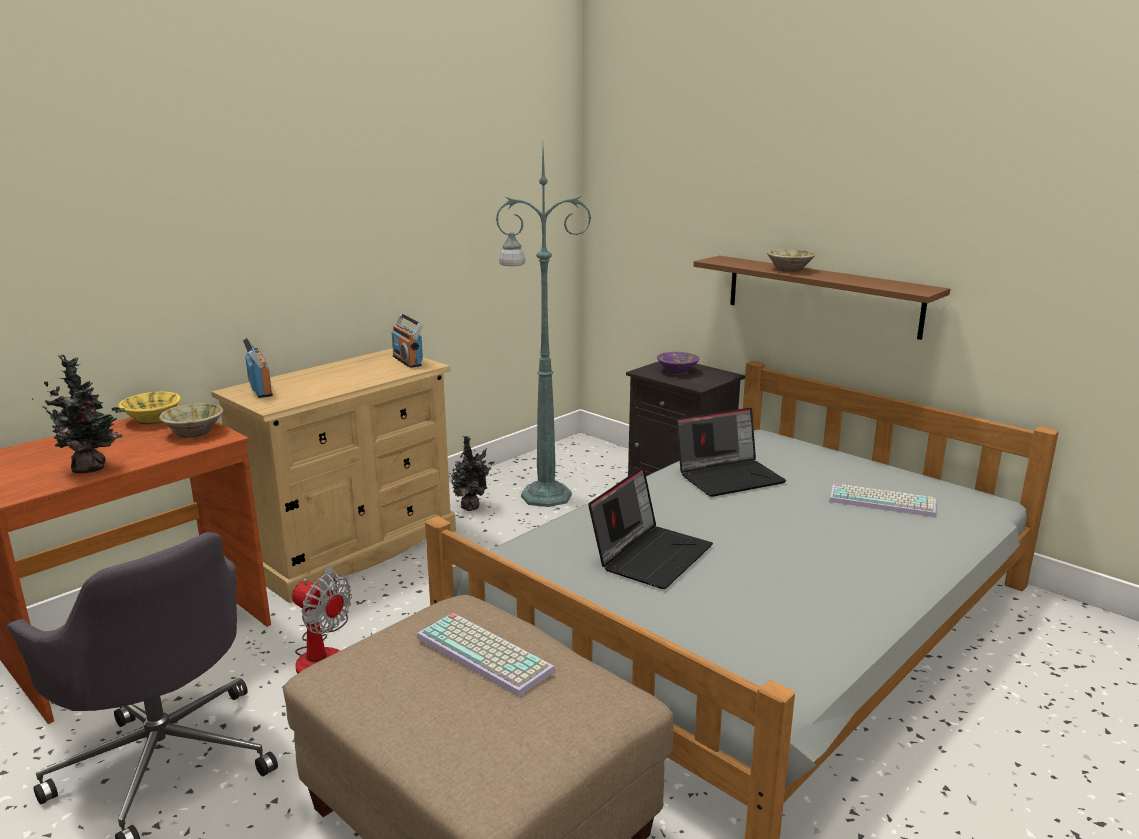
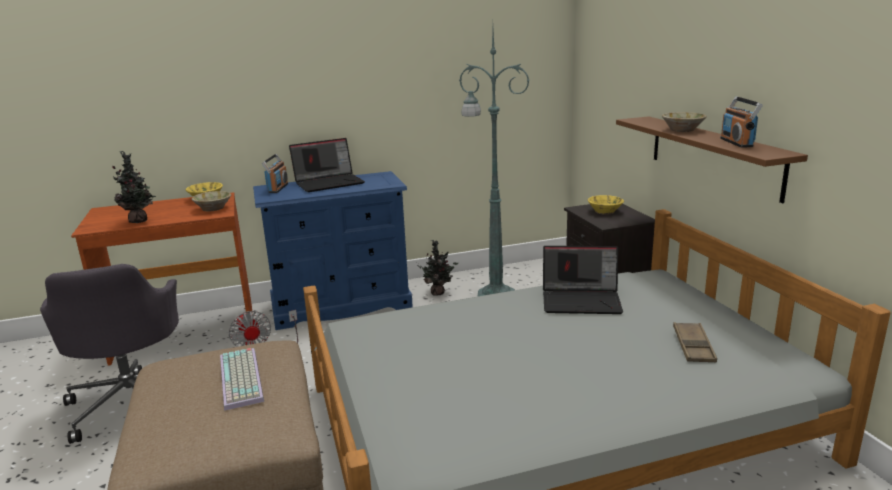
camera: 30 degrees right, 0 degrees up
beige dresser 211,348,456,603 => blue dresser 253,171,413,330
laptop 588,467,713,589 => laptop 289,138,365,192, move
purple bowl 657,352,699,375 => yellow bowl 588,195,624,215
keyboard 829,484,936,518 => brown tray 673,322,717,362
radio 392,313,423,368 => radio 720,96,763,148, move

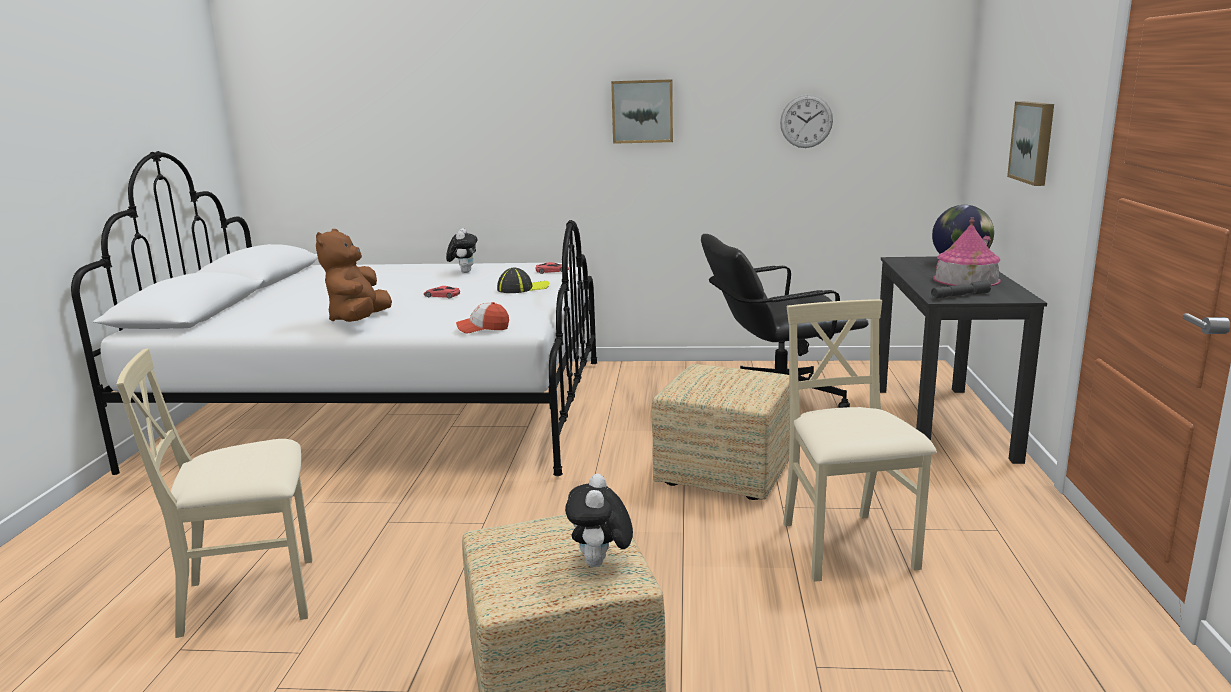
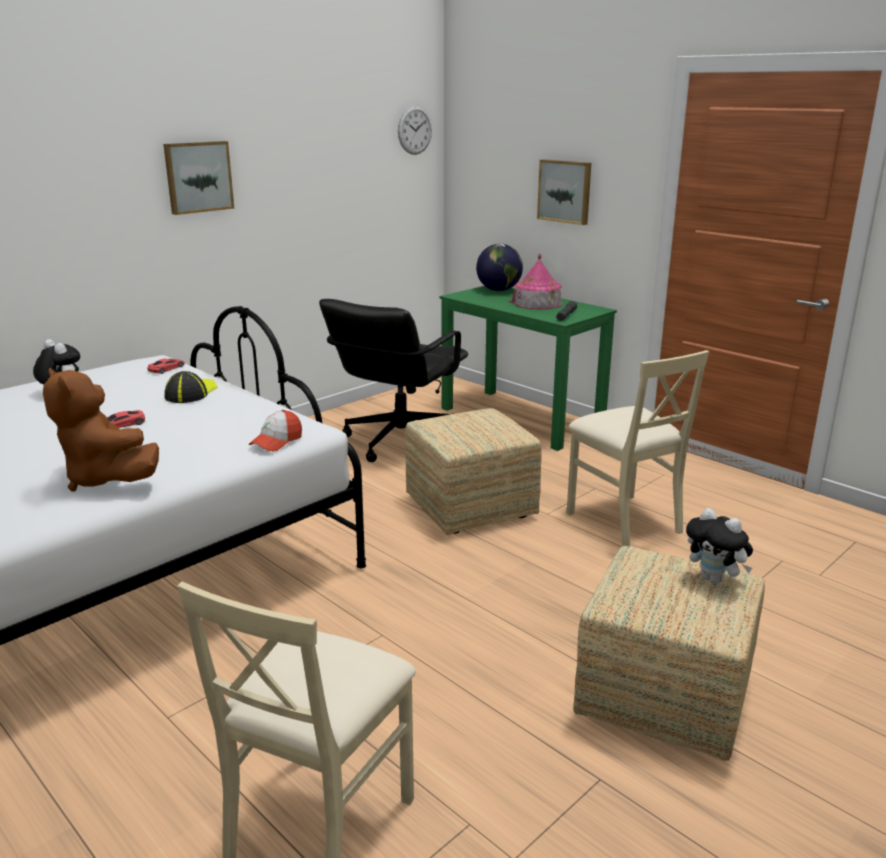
camera: 50 degrees left, 5 degrees up
wall clock 780,95,833,148 => wall clock 398,106,432,155, move
black desk 879,256,1047,464 => green desk 440,286,617,451
beige chair 783,299,937,582 => beige chair 567,350,709,546, 150 degrees counterclockwise

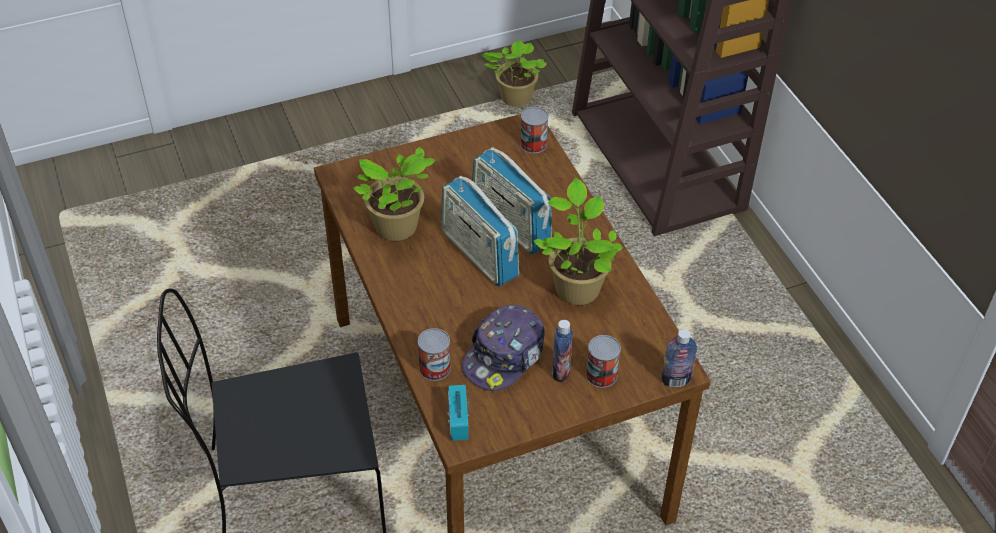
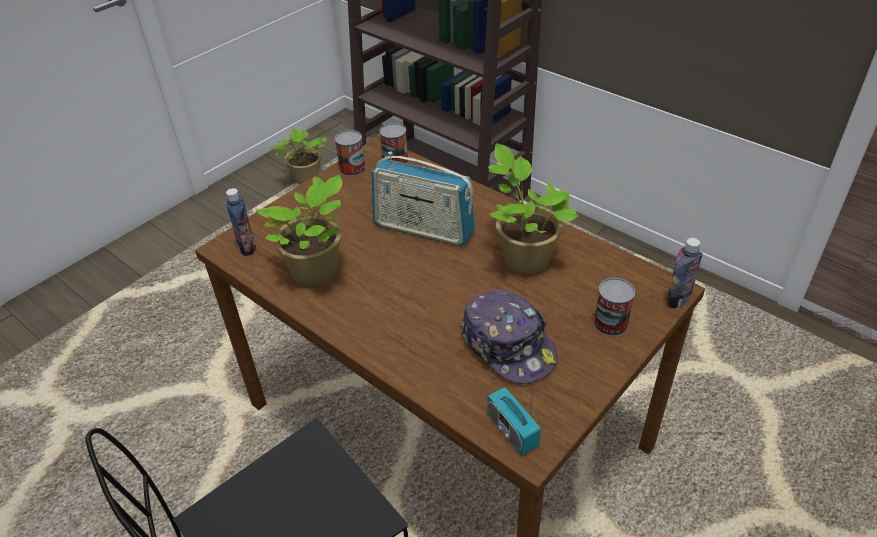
camera: 25 degrees left, 5 degrees down
bottle 552,320,573,382 => bottle 226,188,256,256, move
can 418,328,451,381 => can 335,130,366,177, move
cap 462,304,545,391 => cap 460,289,558,384, 45 degrees counterclockwise
radio 441,176,519,286 => nothing

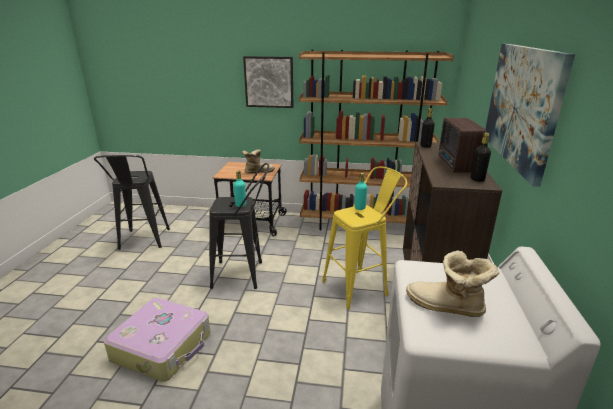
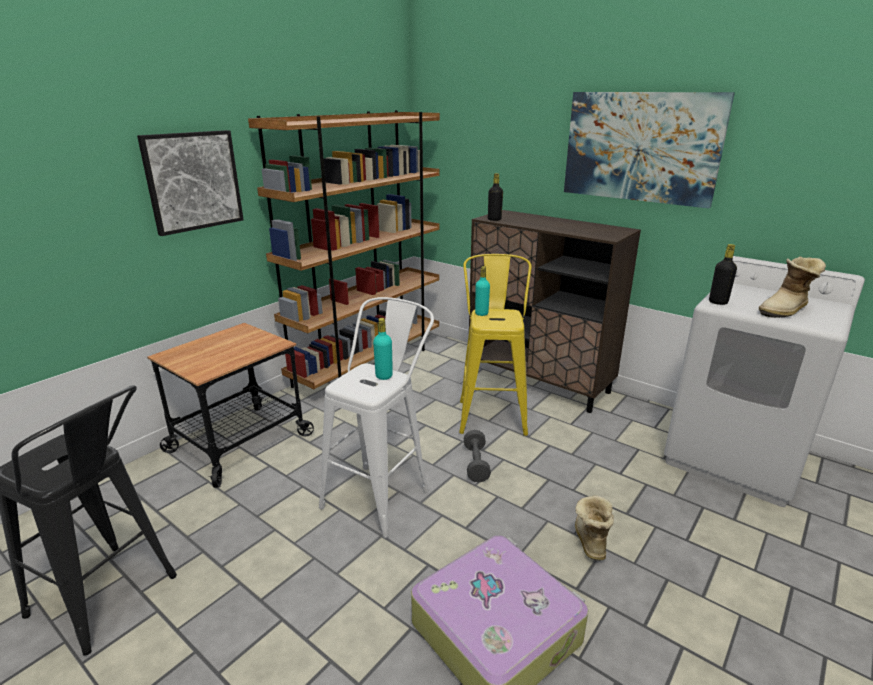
camera: 60 degrees left, 0 degrees up
black stool 209,163,269,289 => white stool 319,297,434,538
nothing => grey dumbbell 464,430,491,482
boot 242,149,275,174 => boot 575,496,614,561, move
black bottle 471,132,491,182 => black bottle 709,244,737,305, move
radio 439,118,486,173 => nothing

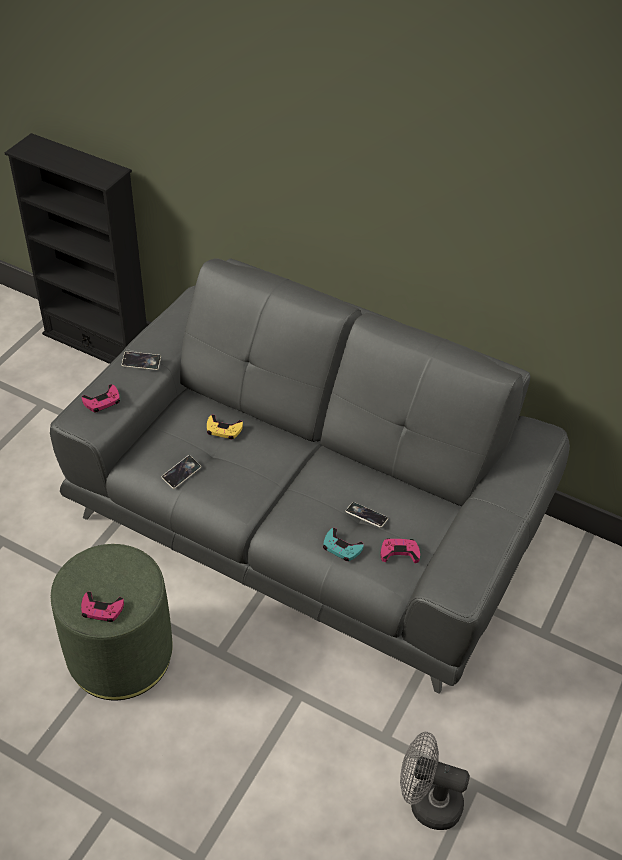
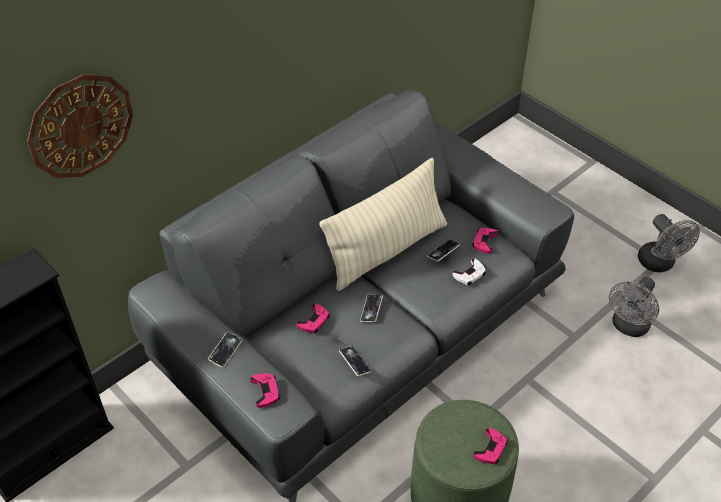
camera: 70 degrees left, 0 degrees up
nothing => wall clock 27,74,133,178
yellow game controller 207,414,243,439 => pink game controller 296,303,330,333
nothing => beige pillow 319,158,447,291
nothing => phone 360,295,383,322
turquoise game controller 323,528,364,561 => white game controller 453,258,486,285
nothing => grey fan 638,214,700,272

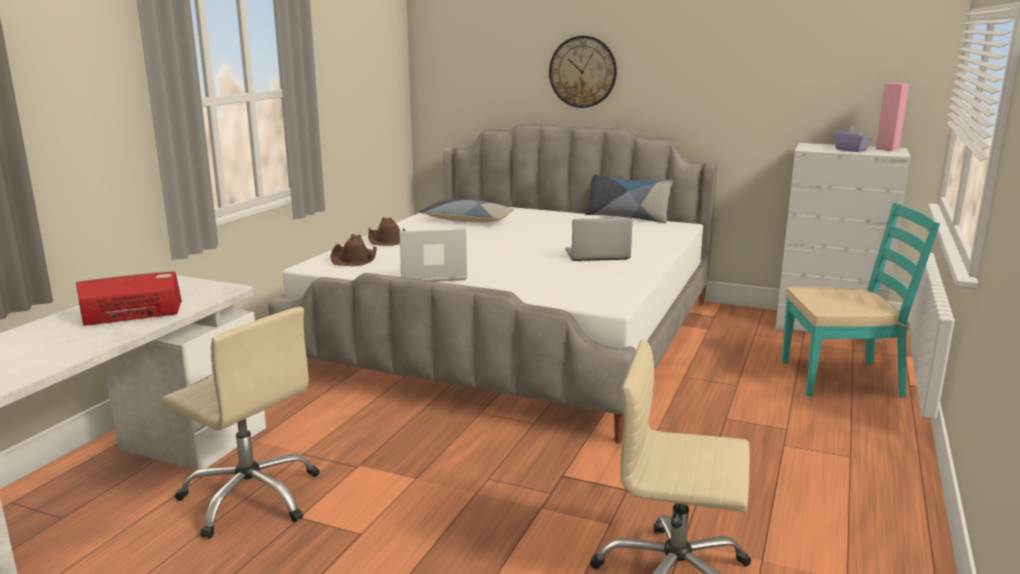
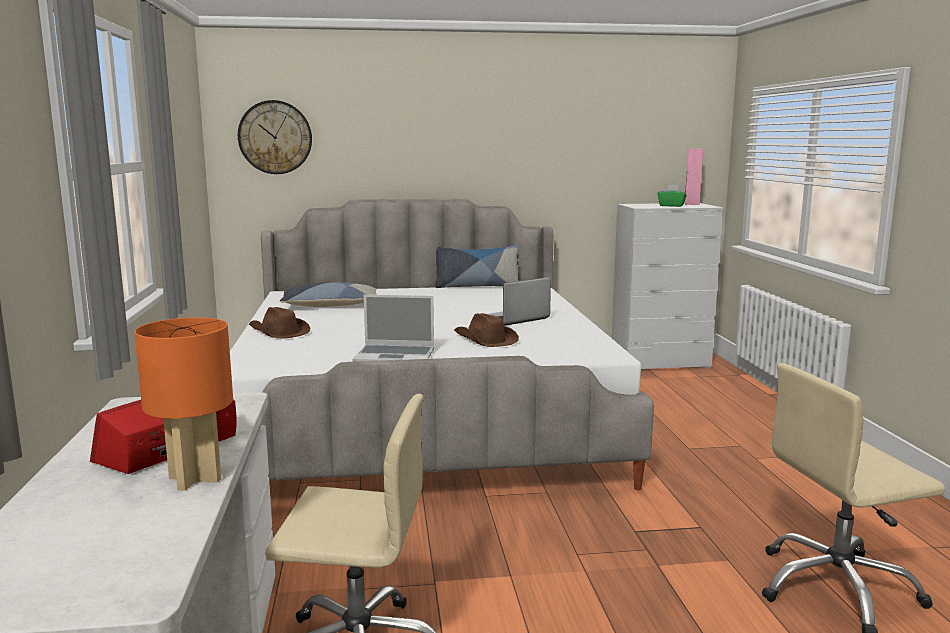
camera: 30 degrees left, 5 degrees down
nothing => orange table lamp 134,317,233,491
wall clock 549,36,617,108 => wall clock 238,100,312,174, move
laptop 399,228,467,282 => laptop 352,294,434,362, 135 degrees counterclockwise
brown hat 330,234,377,266 => brown hat 454,313,519,347, move
purple tissue box 834,125,872,152 => green tissue box 657,185,687,207
turquoise chair 782,203,940,398 => nothing

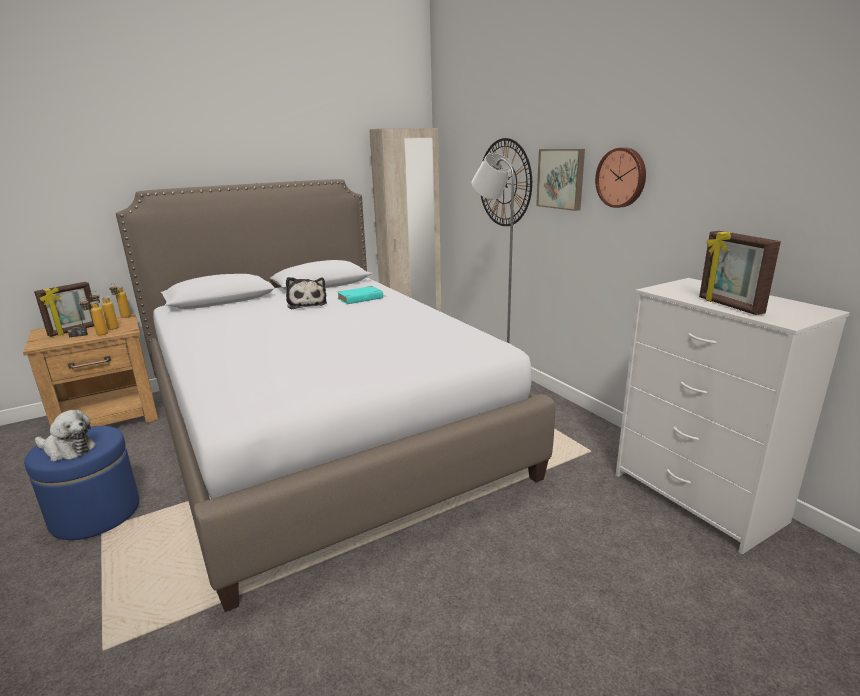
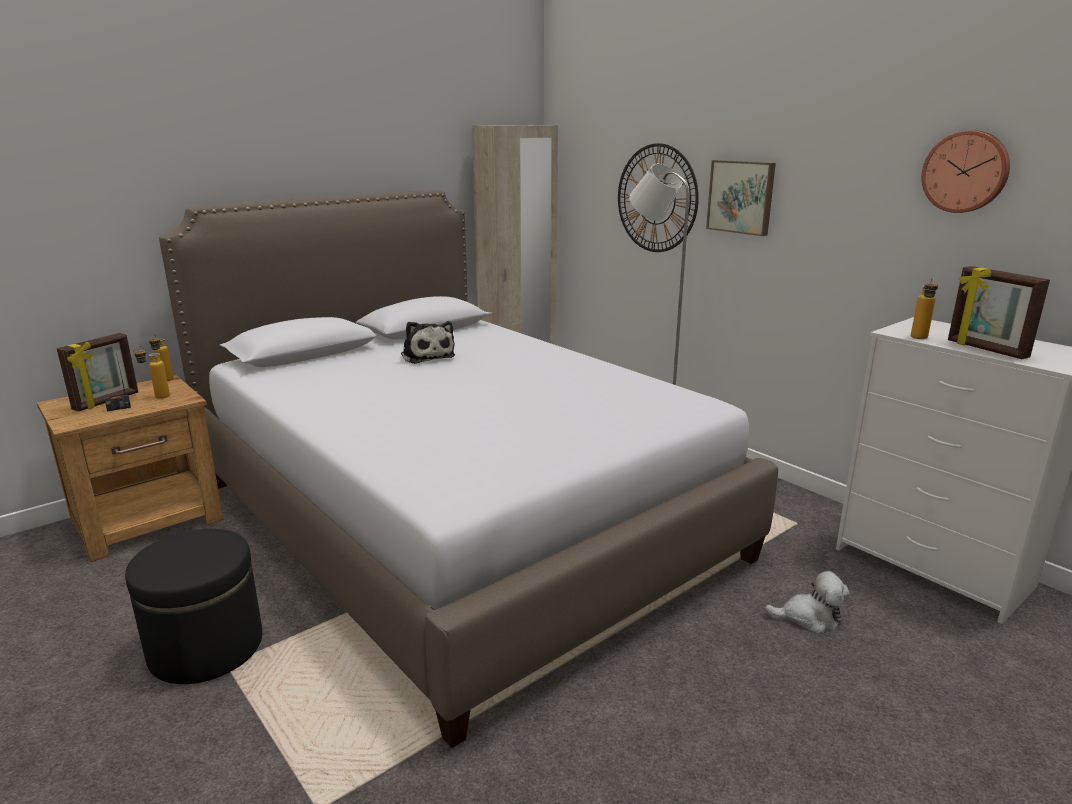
camera: 10 degrees left, 0 degrees up
blue ottoman 24,426,139,540 => black ottoman 125,529,262,684
plush toy 35,410,96,461 => plush toy 765,571,850,634, move
bottle 79,297,108,335 => bottle 911,277,938,339, move
wall clock 595,147,646,208 => wall clock 921,130,1010,213, move
turquoise book 337,286,383,304 => nothing

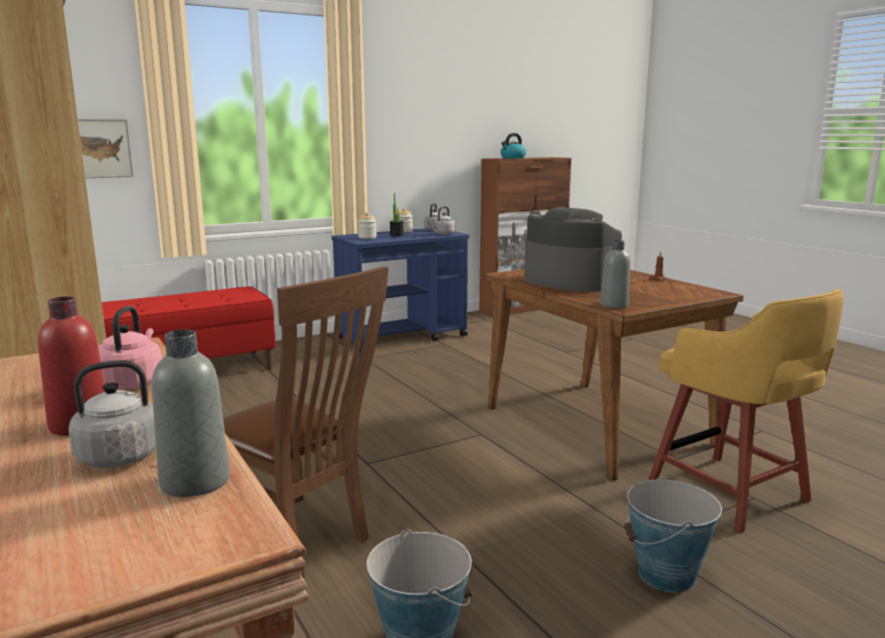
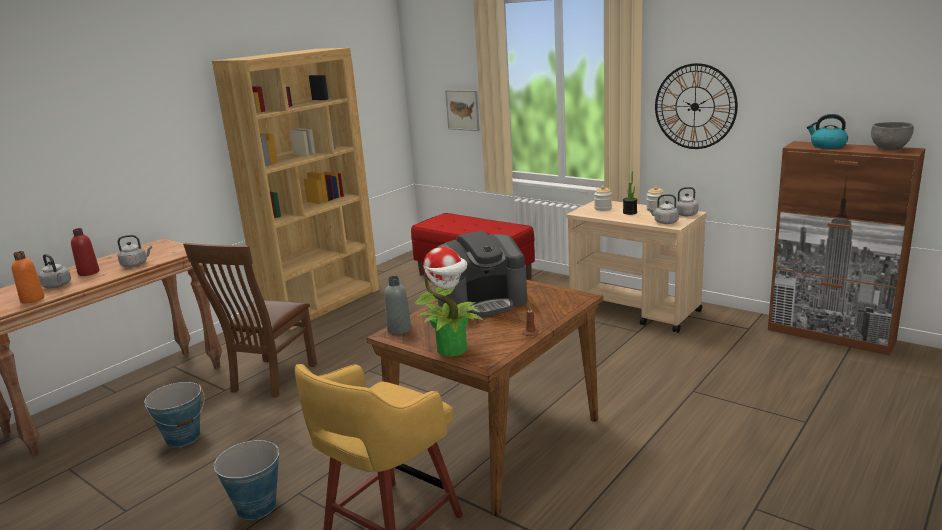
camera: 70 degrees right, 5 degrees up
grey bottle 152,330,230,497 => orange bottle 12,251,44,304
pink kettle 98,305,162,389 => grey kettle 118,235,152,267
nothing => potted plant 414,247,484,357
coffee machine 524,207,622,292 => coffee machine 436,231,527,318, 45 degrees clockwise
blue cart 332,228,469,353 => beige cart 566,201,707,333
nothing => wall clock 655,63,738,149
nothing => grey bowl 871,122,914,150

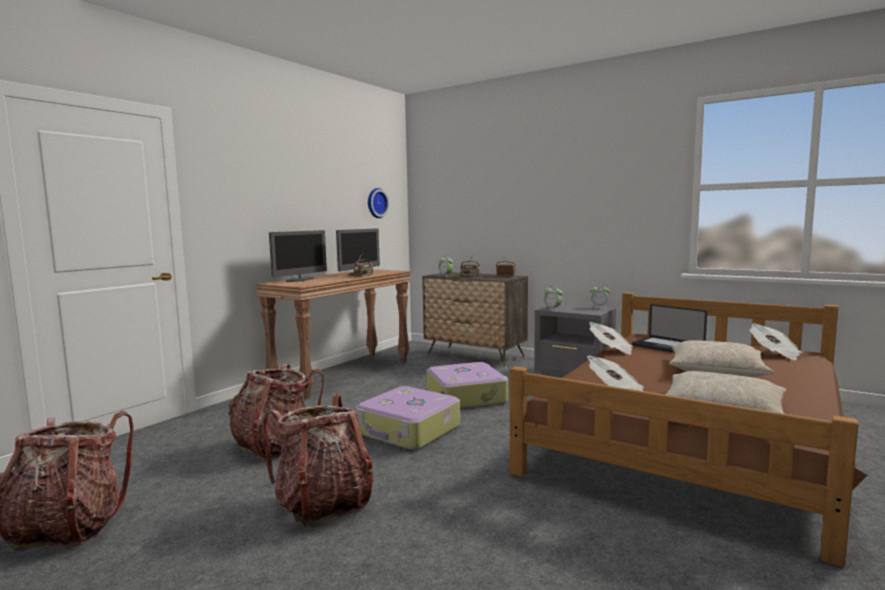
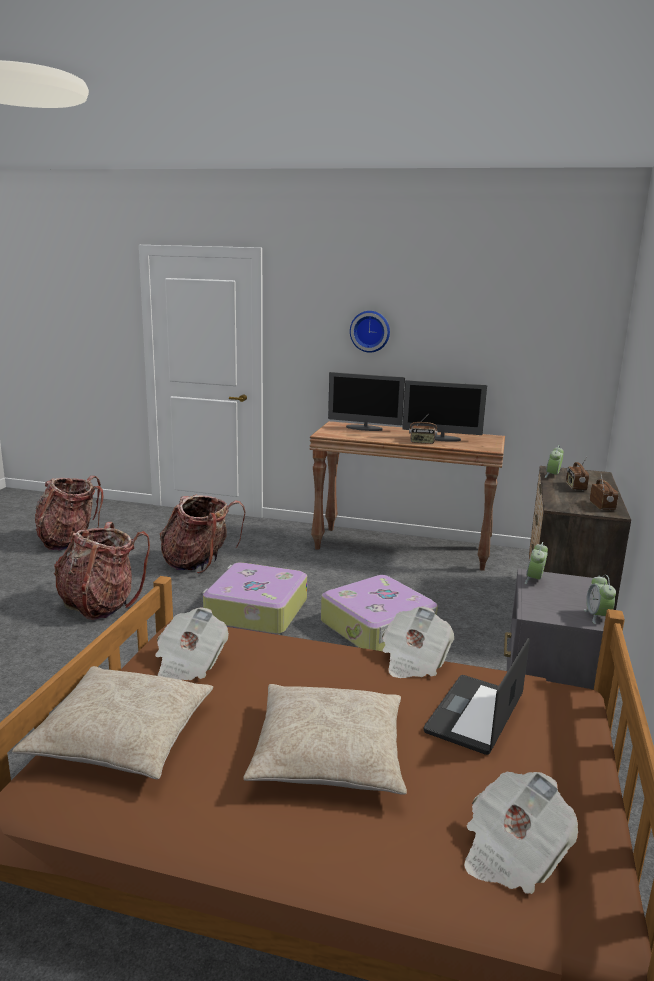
camera: 70 degrees right, 10 degrees up
wall clock 368,188,389,218 => wall clock 350,311,390,353, move

